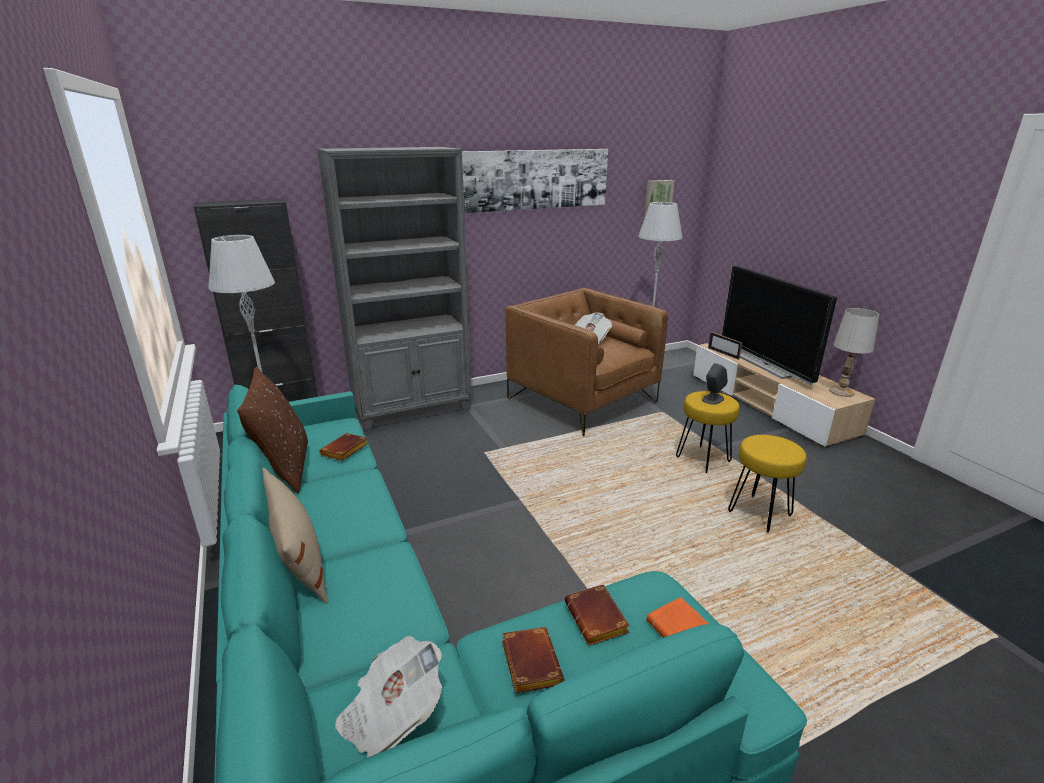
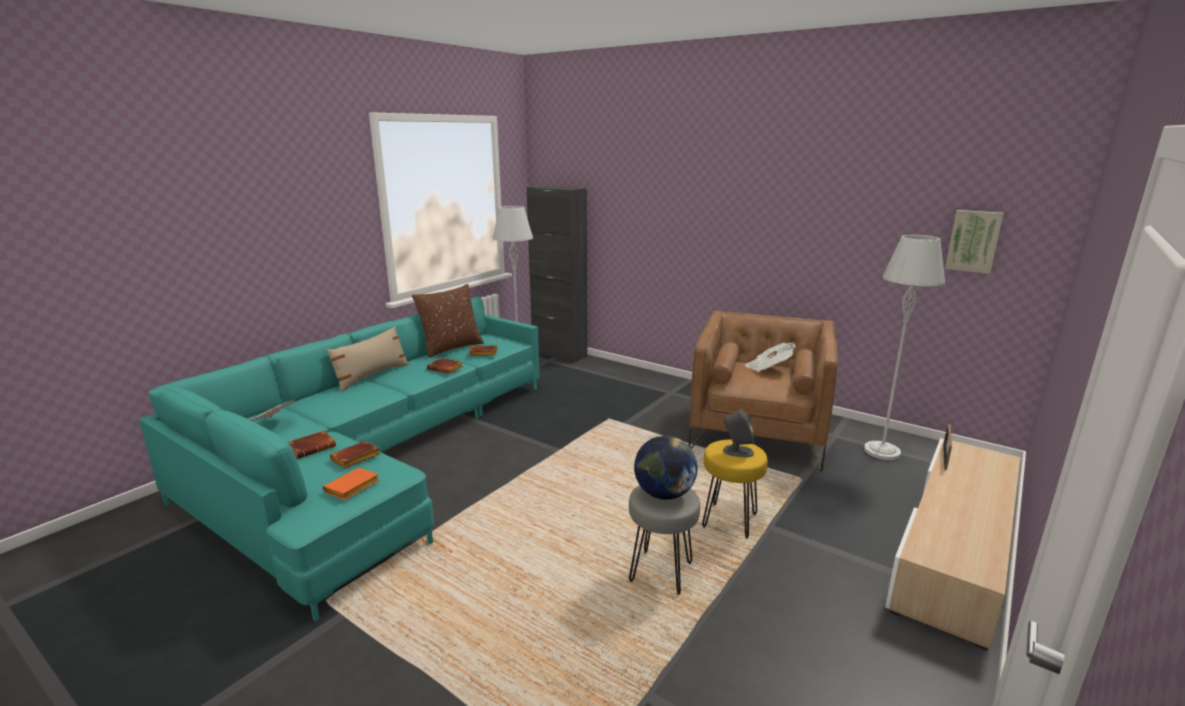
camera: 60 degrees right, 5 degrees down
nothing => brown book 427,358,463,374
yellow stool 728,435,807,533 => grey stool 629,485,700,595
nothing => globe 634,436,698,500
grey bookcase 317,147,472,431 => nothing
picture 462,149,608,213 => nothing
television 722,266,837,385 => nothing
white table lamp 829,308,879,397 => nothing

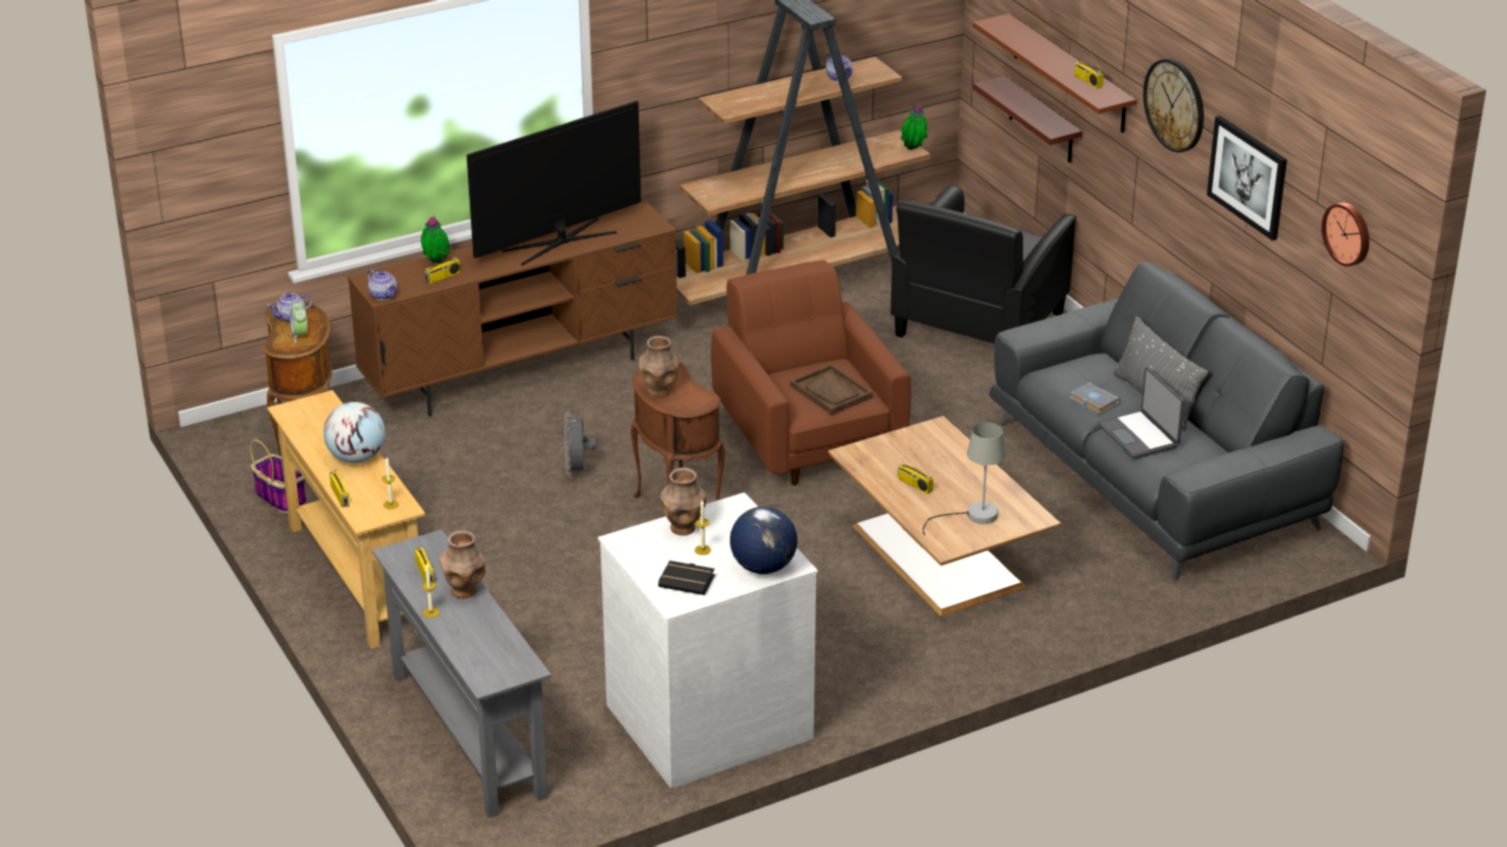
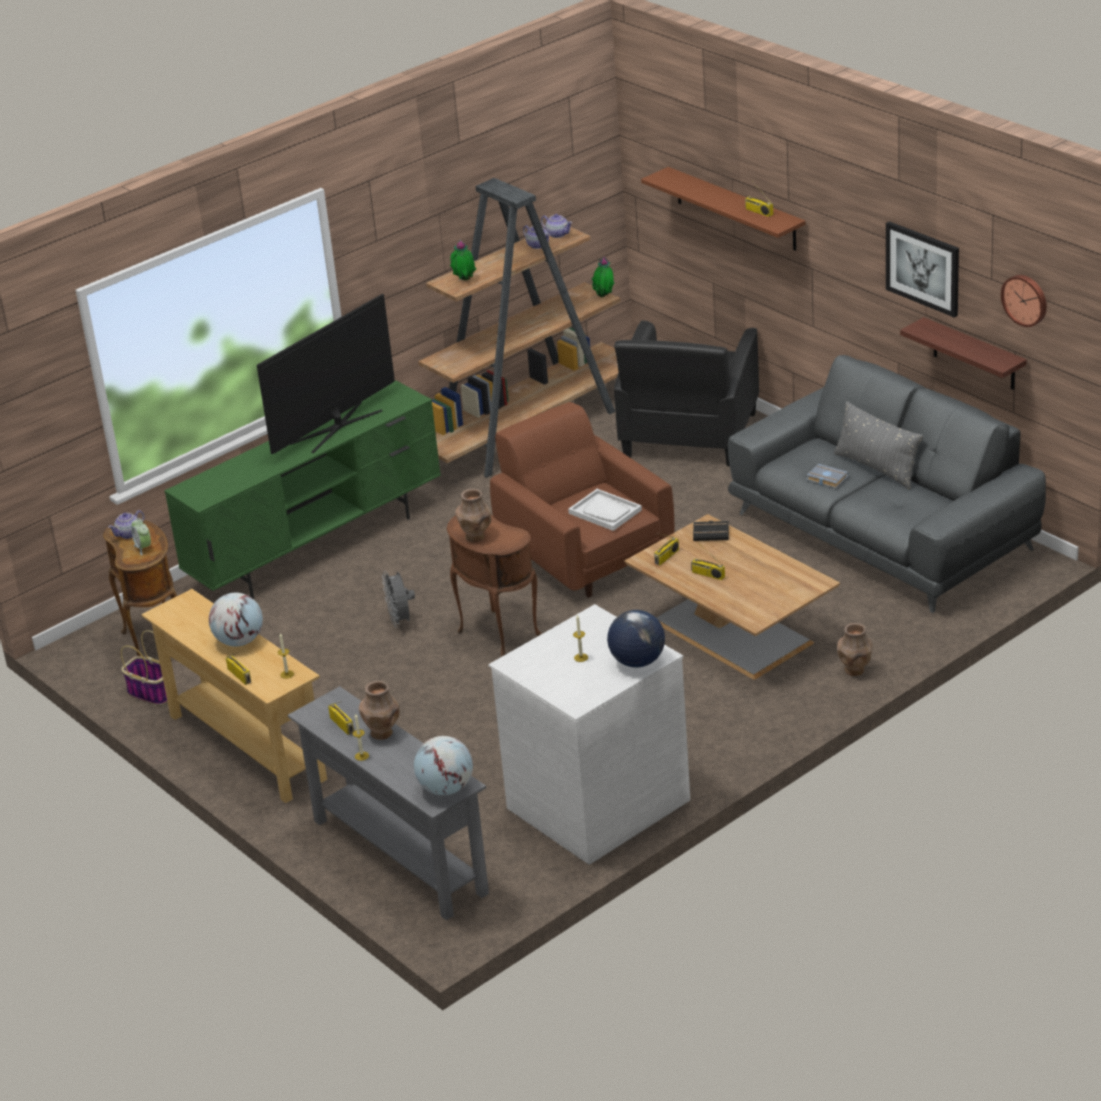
camera: 10 degrees left, 0 degrees up
brown tv stand 348,202,678,417 => green tv stand 164,381,441,599
nothing => globe 414,736,473,795
potted plant 421,215,450,263 => potted plant 450,239,476,280, move
teapot 367,269,397,300 => teapot 541,214,573,238, move
brown tray 790,364,873,415 => white tray 568,489,642,531
radio 425,248,460,284 => radio 654,533,679,565, move
black book 658,561,715,595 => black book 693,521,729,541, move
brown vase 660,468,707,536 => brown vase 837,623,872,676, move
shelf 973,76,1082,163 => shelf 900,317,1027,390, move
grey table lamp 923,422,1006,535 => nothing
laptop 1098,367,1184,459 => nothing
wall clock 1143,58,1204,152 => nothing

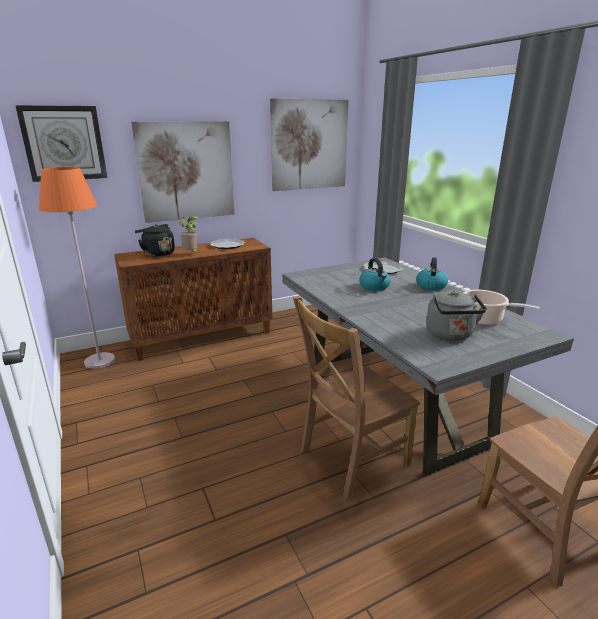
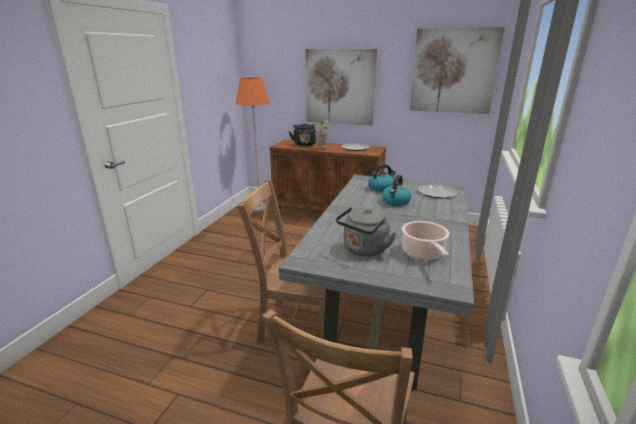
camera: 45 degrees right, 0 degrees up
kettle 416,257,448,290 => kettle 368,164,396,192, move
wall clock 15,105,107,182 => nothing

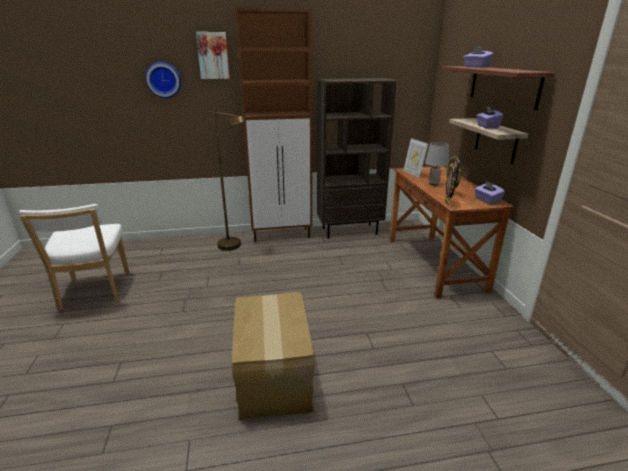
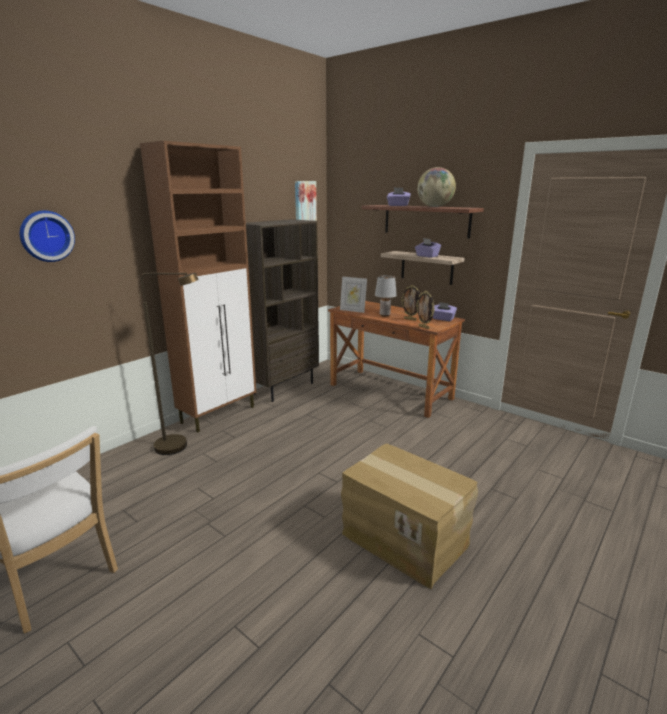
camera: 40 degrees left, 5 degrees down
picture 196,32,229,79 => picture 295,181,317,221, move
nothing => globe 417,167,456,207

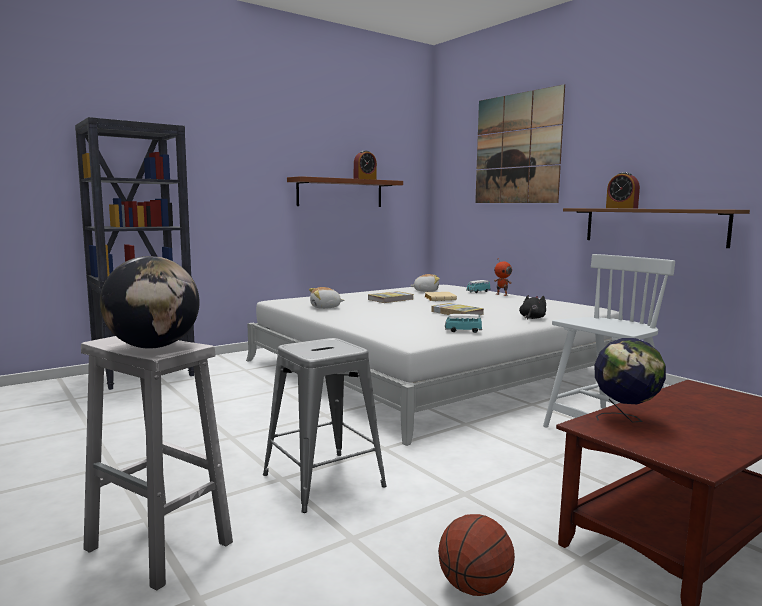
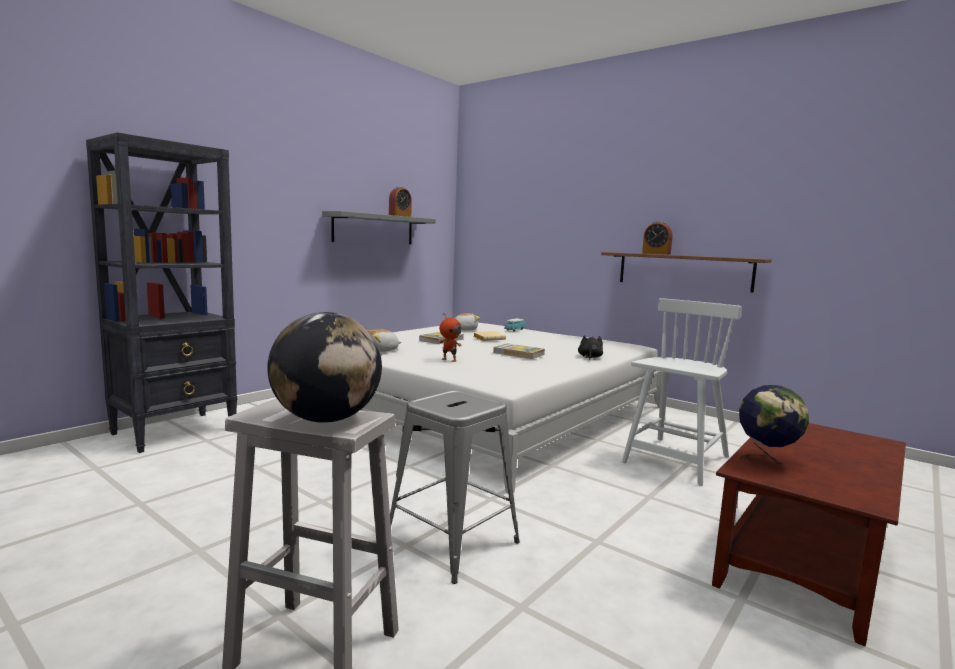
camera: 15 degrees left, 0 degrees up
brown shelf 287,176,403,207 => grey shelf 322,211,436,244
toy robot 494,259,512,296 => toy robot 439,314,462,362, move
basketball 438,514,515,596 => nothing
toy car 445,314,482,333 => nothing
picture 475,84,565,203 => nothing

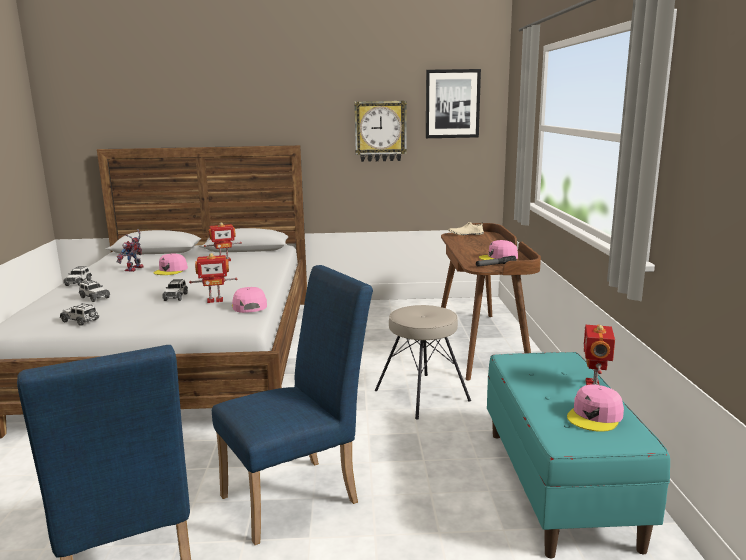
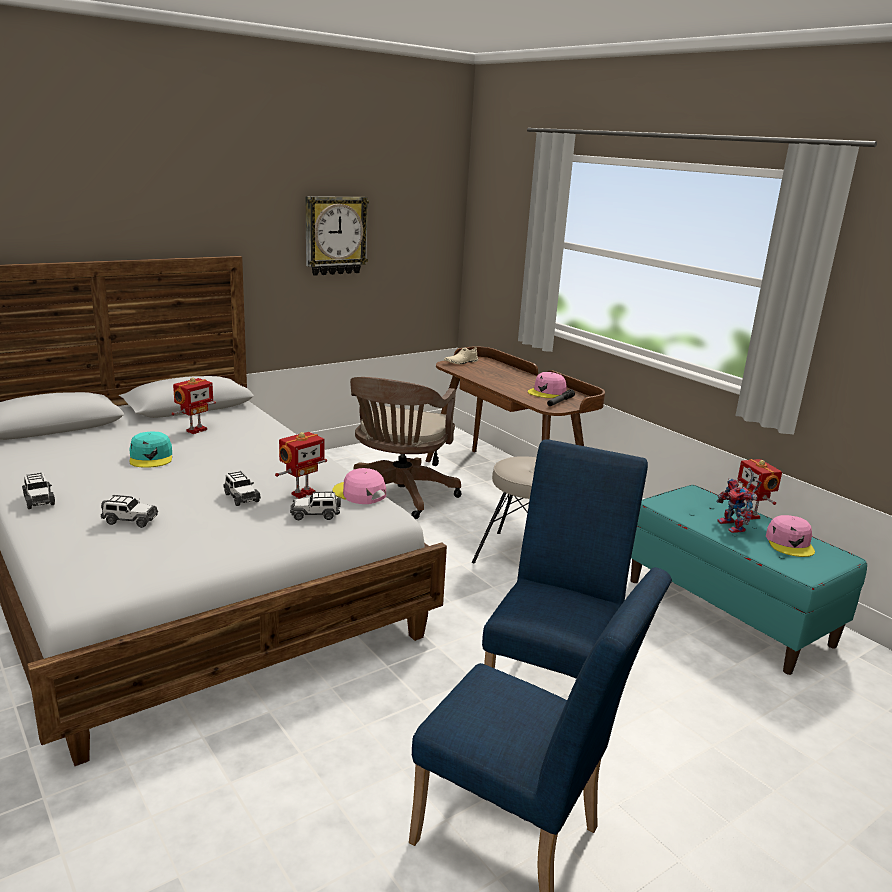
camera: 35 degrees left, 5 degrees up
pink cap 154,254,188,275 => turquoise cap 129,432,172,468
toy car 60,303,99,326 => toy car 290,492,341,520, move
nothing => brown office chair 350,377,461,519
toy robot 116,229,143,272 => toy robot 717,468,762,533, move
picture 426,69,481,138 => nothing

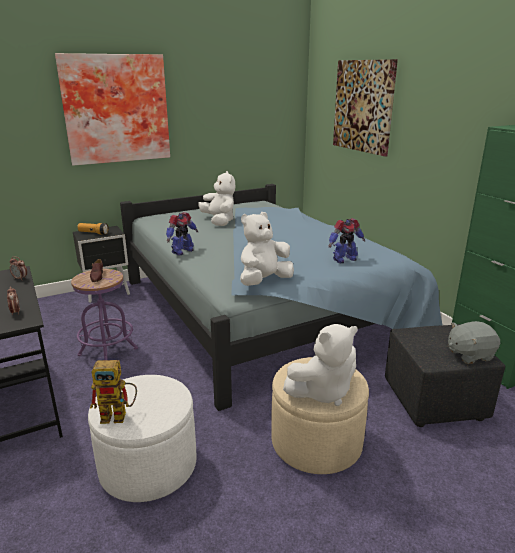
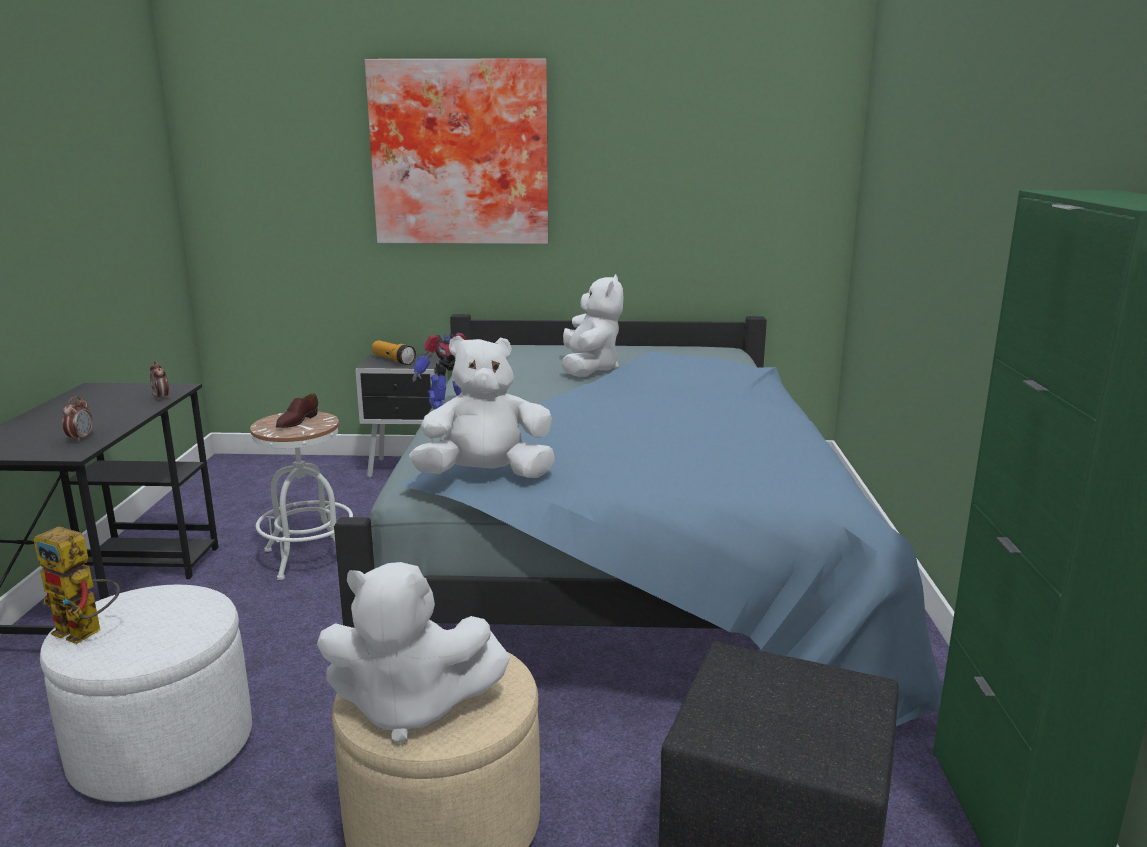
camera: 30 degrees right, 5 degrees down
purple stool 71,269,138,360 => white stool 250,411,353,580
toy robot 329,218,365,263 => nothing
picture 333,59,398,157 => nothing
grey plush toy 448,321,500,364 => nothing

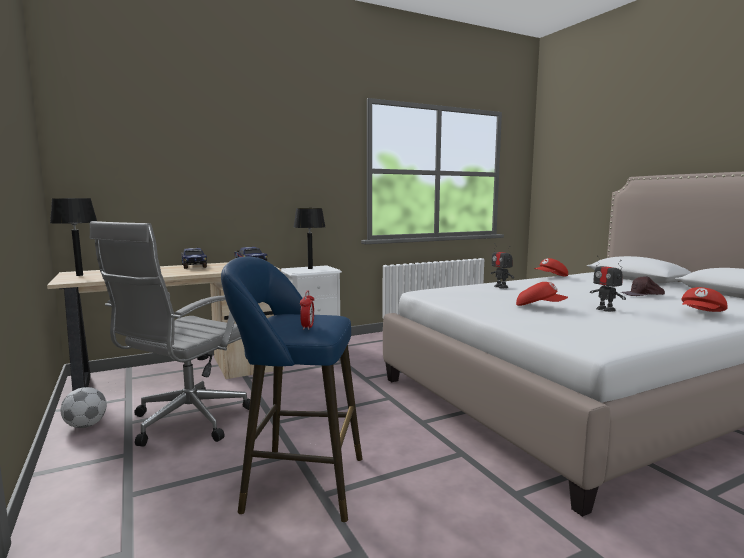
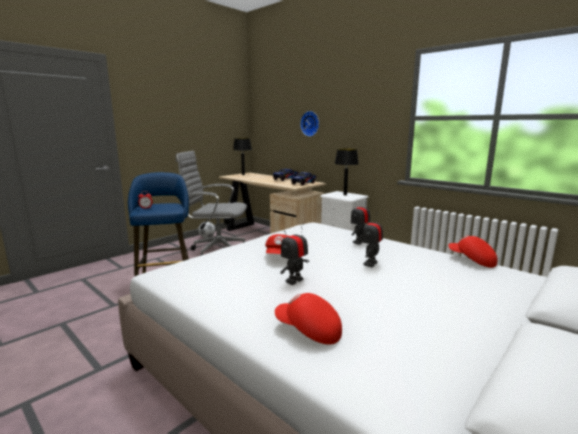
camera: 70 degrees right, 5 degrees up
nothing => wall clock 300,111,319,137
nothing => toy robot 362,212,383,267
brown cap 621,276,665,296 => nothing

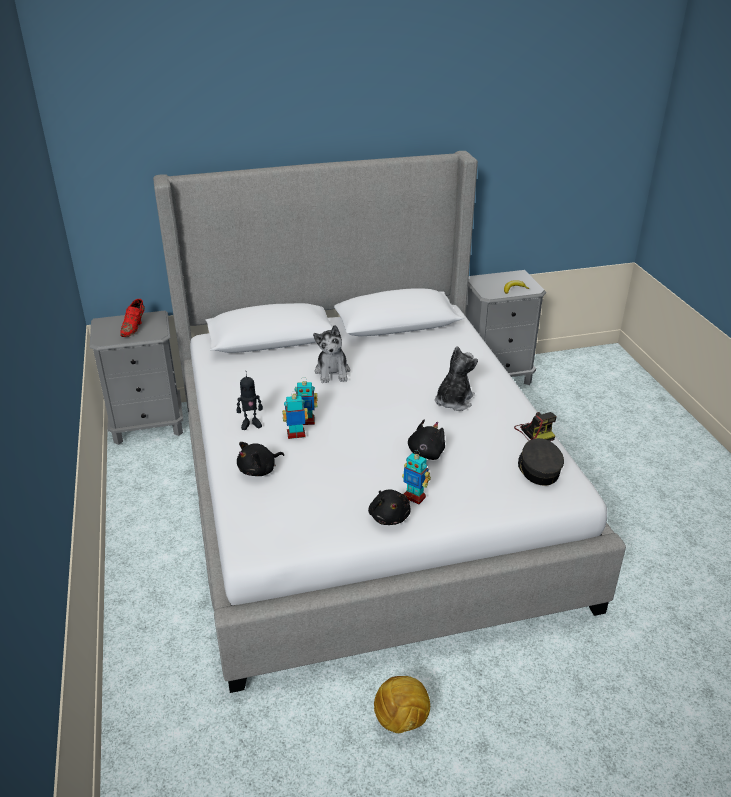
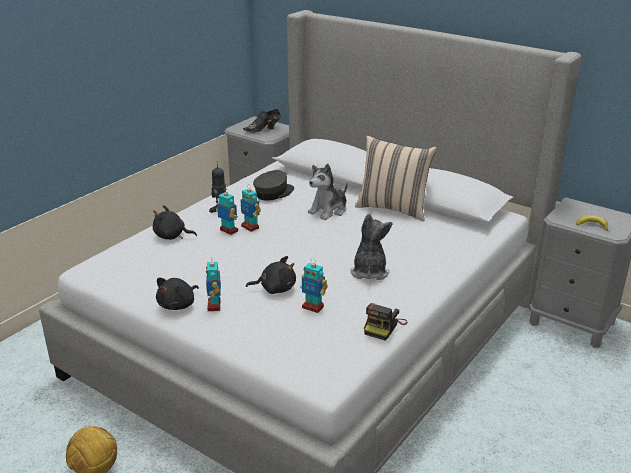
camera: 50 degrees right, 5 degrees down
red shoe 120,299,145,337 => black shoe 243,109,281,133
grey cap 518,438,564,486 => grey cap 253,170,294,201, move
nothing => toy robot 300,260,328,313
plush toy 435,346,478,411 => plush toy 350,213,393,280, 75 degrees counterclockwise
nothing => beige pillow 355,136,437,221

